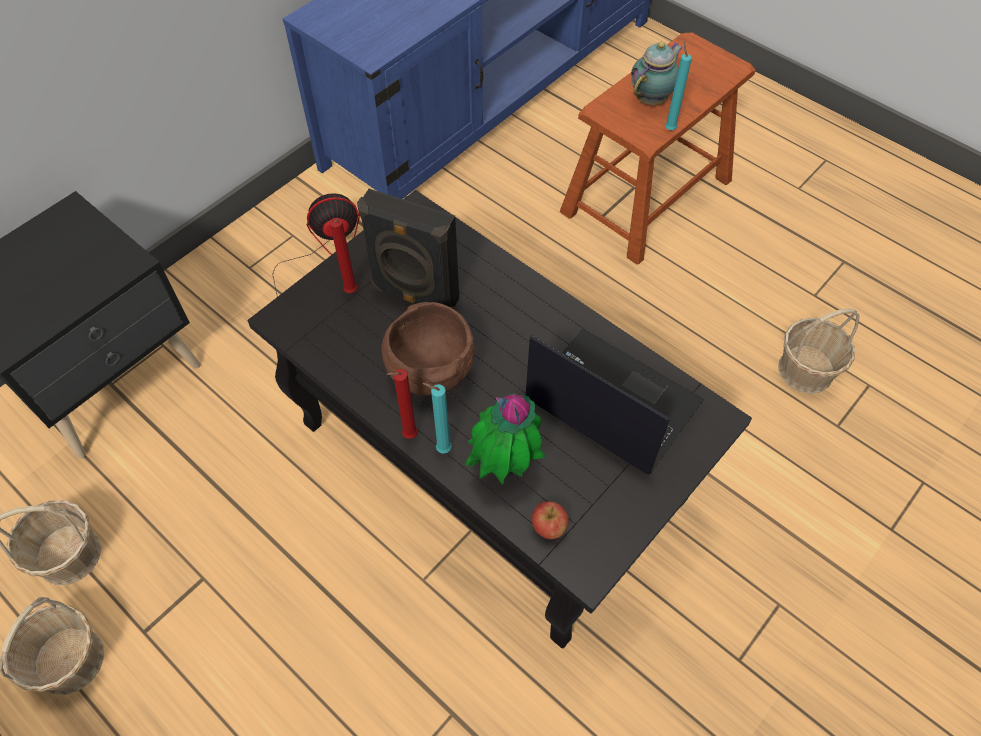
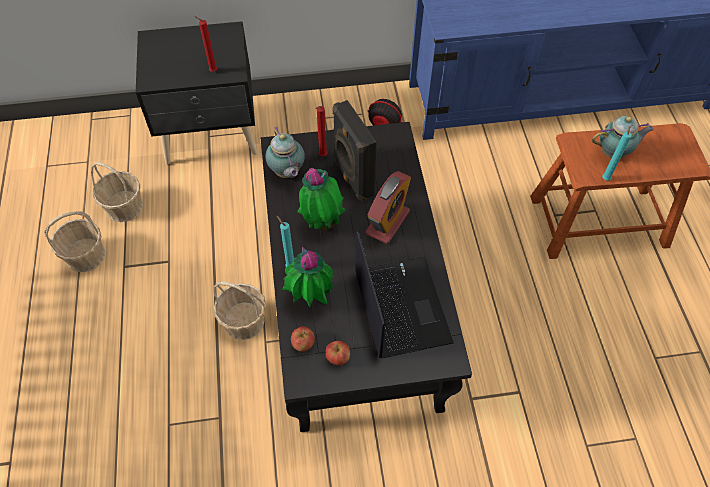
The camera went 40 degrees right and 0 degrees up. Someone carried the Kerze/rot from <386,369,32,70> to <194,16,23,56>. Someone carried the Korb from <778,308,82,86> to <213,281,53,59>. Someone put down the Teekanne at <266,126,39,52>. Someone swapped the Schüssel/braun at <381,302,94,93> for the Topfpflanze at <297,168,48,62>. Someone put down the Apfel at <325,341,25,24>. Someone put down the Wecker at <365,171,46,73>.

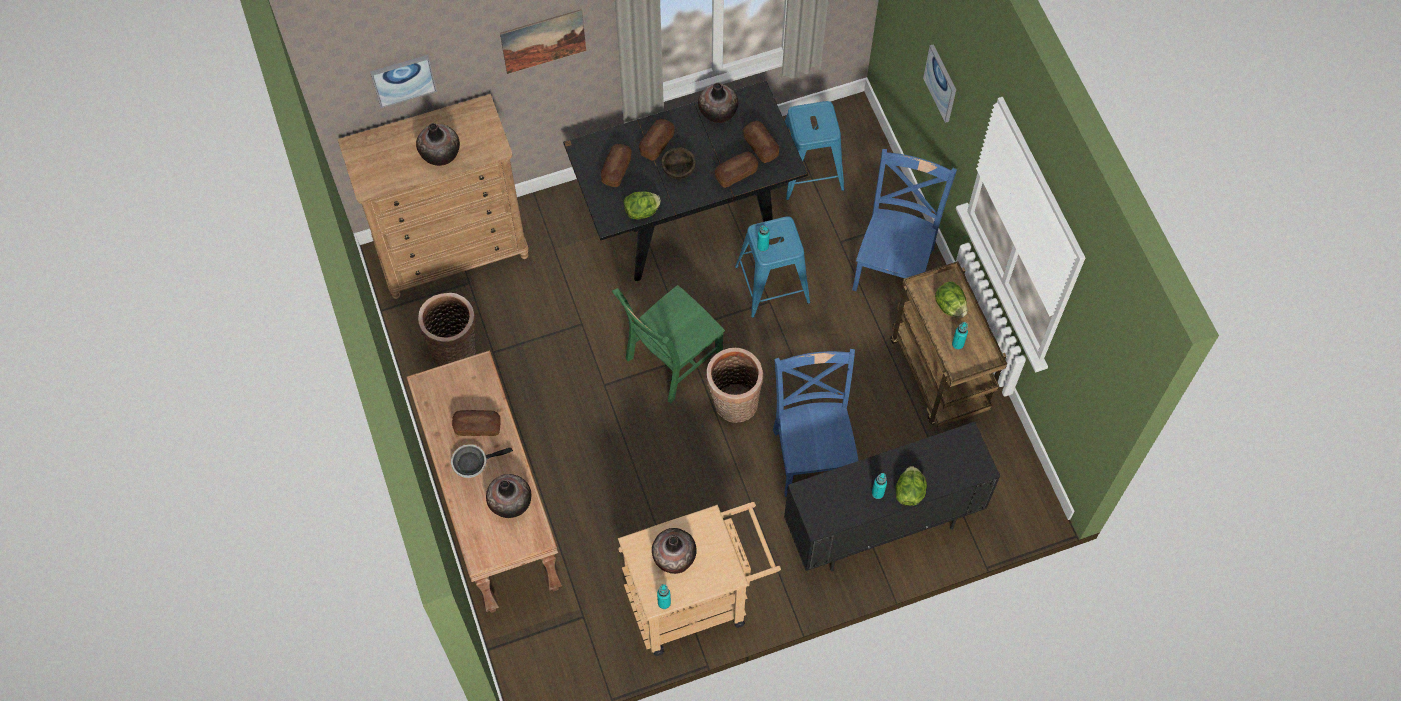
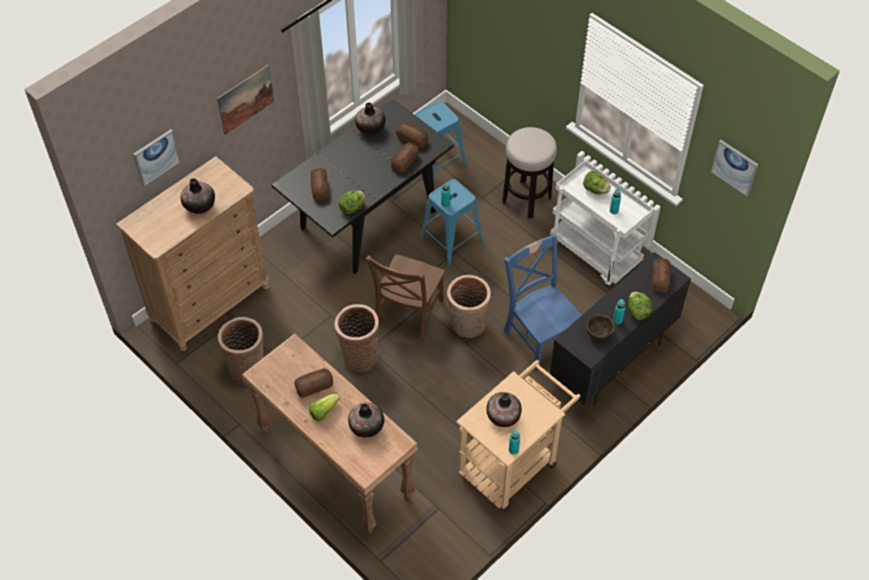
The camera went 25 degrees left and 10 degrees down. Someone swapped the Pfanne at <451,444,62,34> for the Salatkopf at <309,394,31,27>. Someone put down the Korb at <334,304,45,68>. Someone repainted the Stuhl/grün at <612,285,113,118>, which became the Stuhl/braun at <366,254,79,88>. Someone swapped the Stuhl/blau at <852,149,105,142> for the Hocker at <502,127,55,91>. Someone repainted the Rollwagen/braun at <890,261,117,167>, which became the Rollwagen/weiß at <550,160,104,126>. Someone carried the Schüssel/braun from <662,147,34,32> to <586,314,29,26>. Someone carried the Brot from <639,119,36,42> to <652,258,19,34>. Someone carried the Bild from <923,44,33,79> to <711,140,47,56>.

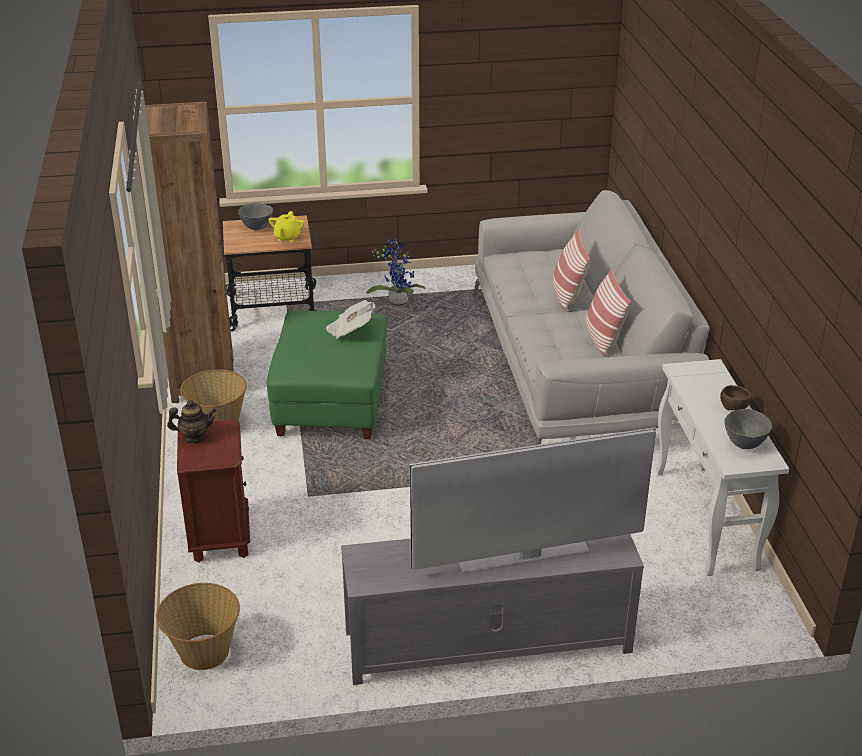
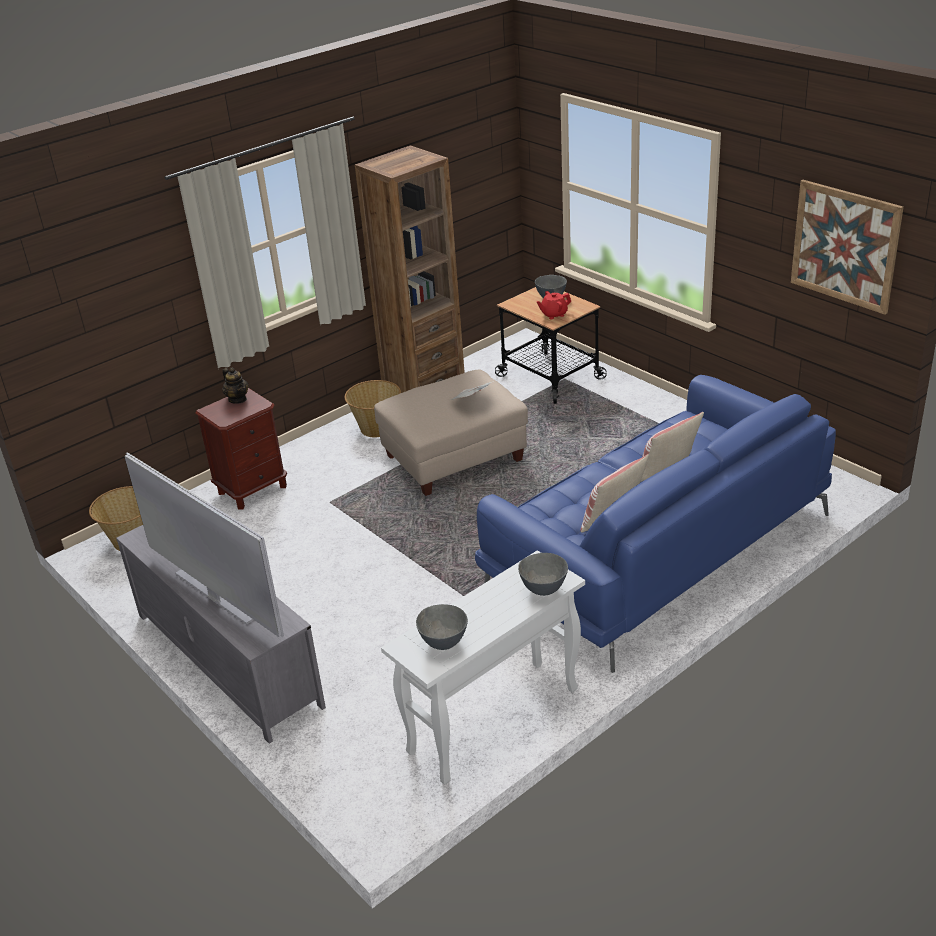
The camera went 60 degrees right and 0 degrees up. Someone repainted the Polsterhocker/grün at <267,310,120,129>, which became the Polsterhocker/beige at <374,369,154,127>. Someone repainted the Sofa/grau at <473,190,236,255>, which became the Sofa/blau at <475,375,361,298>. Someone put down the Schüssel/grau at <518,553,50,43>. Someone repainted the Teekanne/gelb at <269,211,36,31>, which became the Teekanne/rot at <537,291,34,28>. Someone put up the Bild at <791,180,113,135>. Someone took away the Topfpflanze at <366,237,59,70>. Someone took away the Schüssel/braun at <720,385,32,25>.

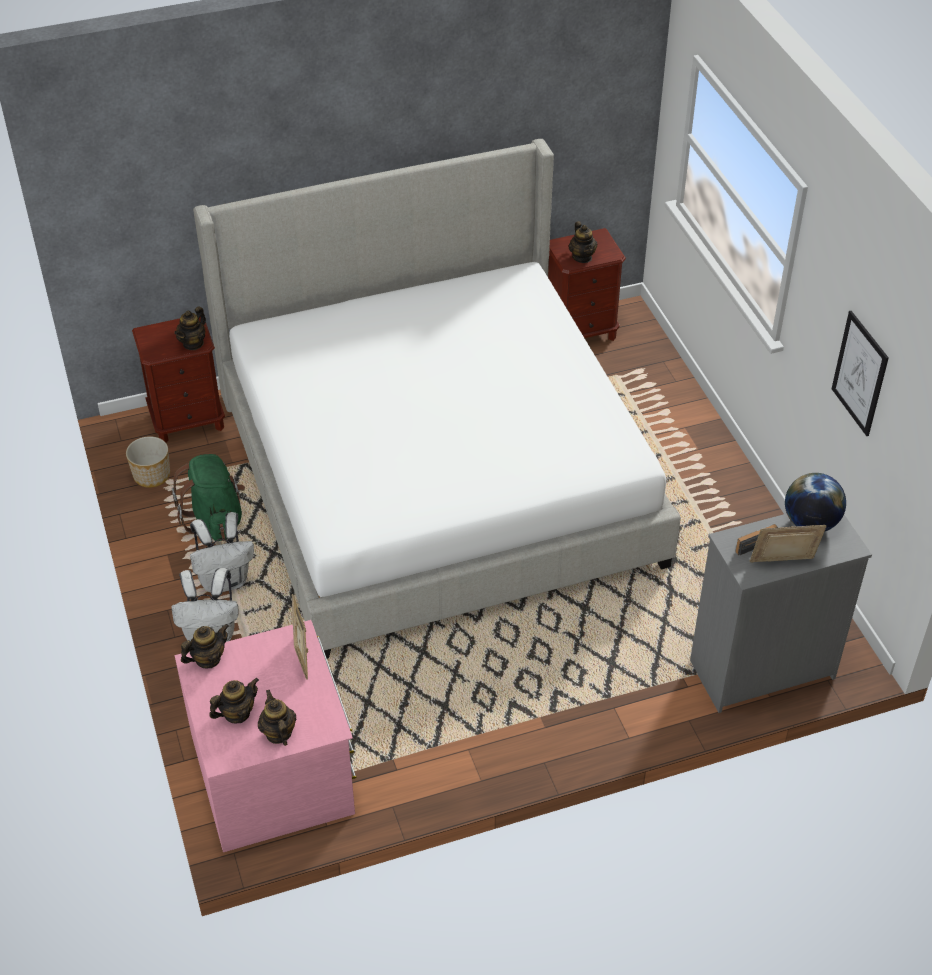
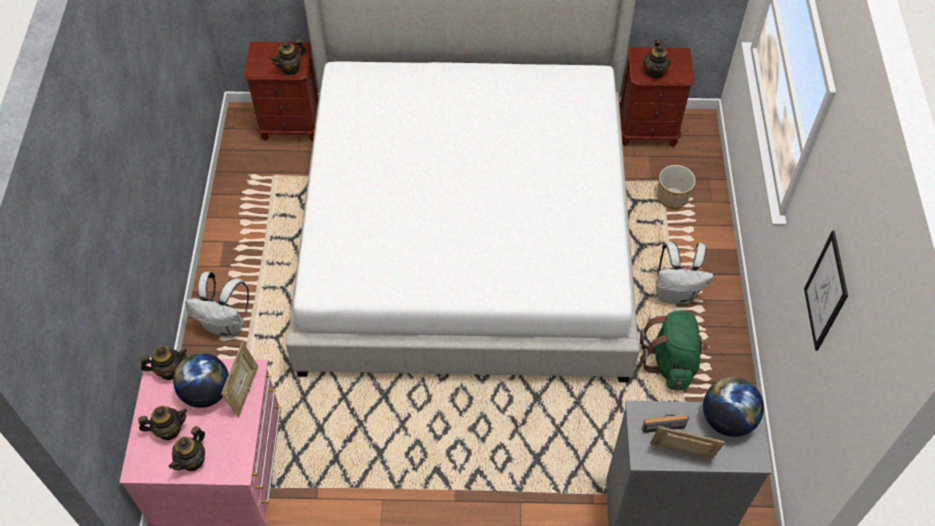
The camera went 20 degrees right and 10 degrees up. Someone rotated the Teekanne at <258,690,38,56> by 150 degrees counterclockwise. Someone put down the Globus at <173,353,56,55>. Someone carried the Rucksack/grün from <172,454,73,87> to <640,310,69,80>. Someone carried the Rucksack/weiß from <190,512,64,80> to <655,242,59,62>. Someone carried the Pflanzkübel from <126,436,44,52> to <657,165,39,44>.

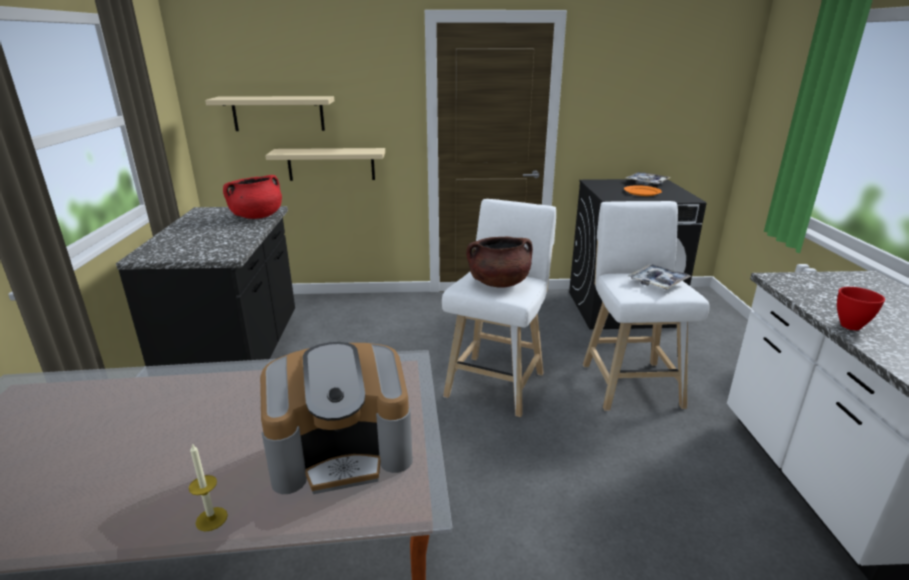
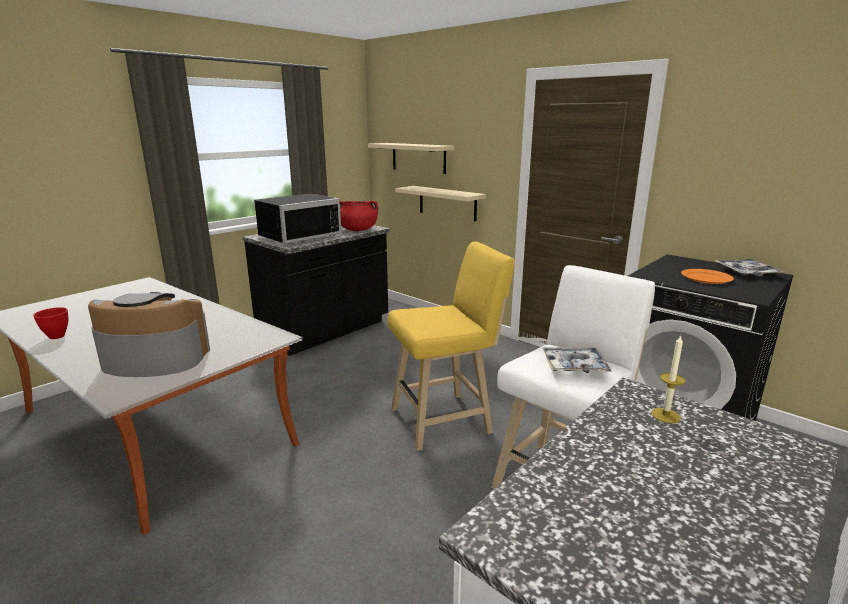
The camera went 45 degrees right and 5 degrees down. Someone carried the Schüssel/rot from <837,287,48,43> to <33,307,35,32>. Someone rotated the Kaffeemaschine at <260,342,152,152> by 150 degrees clockwise. Someone put down the Mikrowelle/schwarz at <254,193,87,51>. Someone repainted the Hocker/weiß at <442,199,114,218>, which became the Hocker/gelb at <388,242,127,209>. Someone carried the Kerze from <189,443,39,89> to <651,335,35,88>. Someone took away the Kochtopf/braun at <466,237,67,51>.

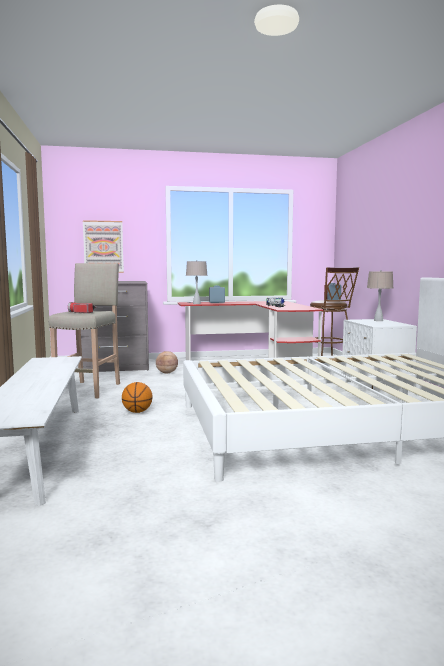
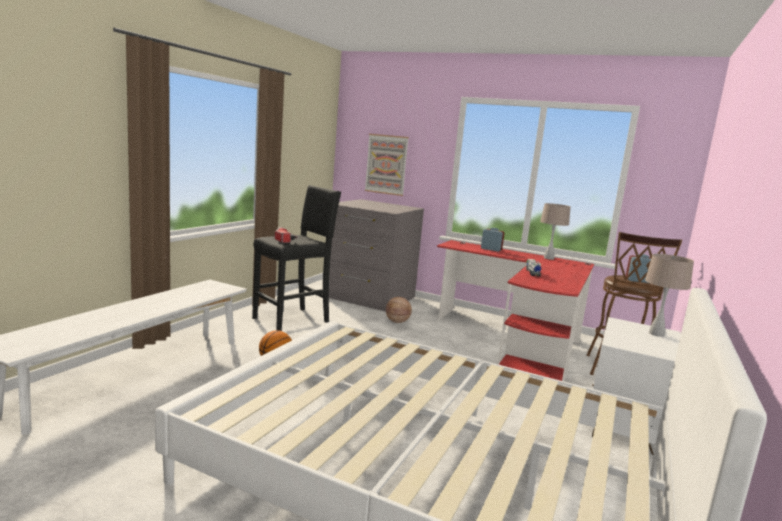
The camera went 35 degrees right and 5 degrees up. Someone repainted the Hocker/beige at <48,263,72,135>, which became the Hocker/schwarz at <252,185,89,146>. Someone carried the Tischlampe/beige from <186,260,22,44> to <540,203,30,57>.

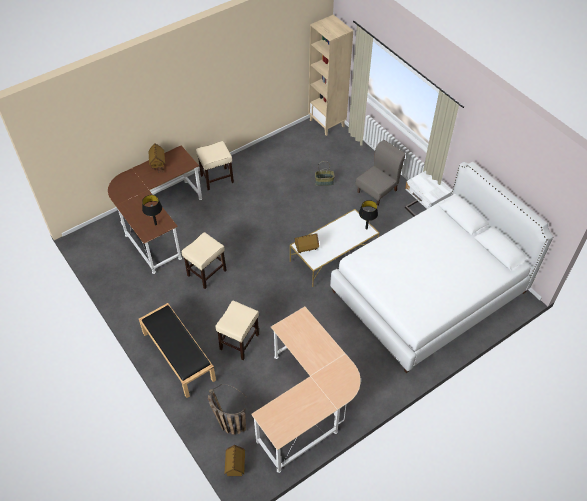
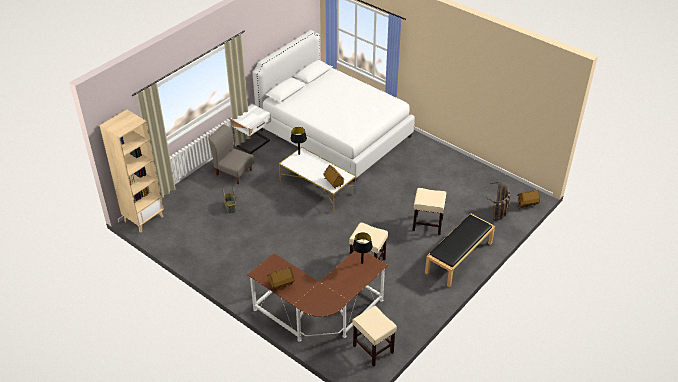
The camera went 105 degrees left and 10 degrees down. Someone carried the Hocker/beige from <196,141,38,49> to <353,306,44,61>. Someone took away the Schreibtisch/beige at <251,307,110,166>.

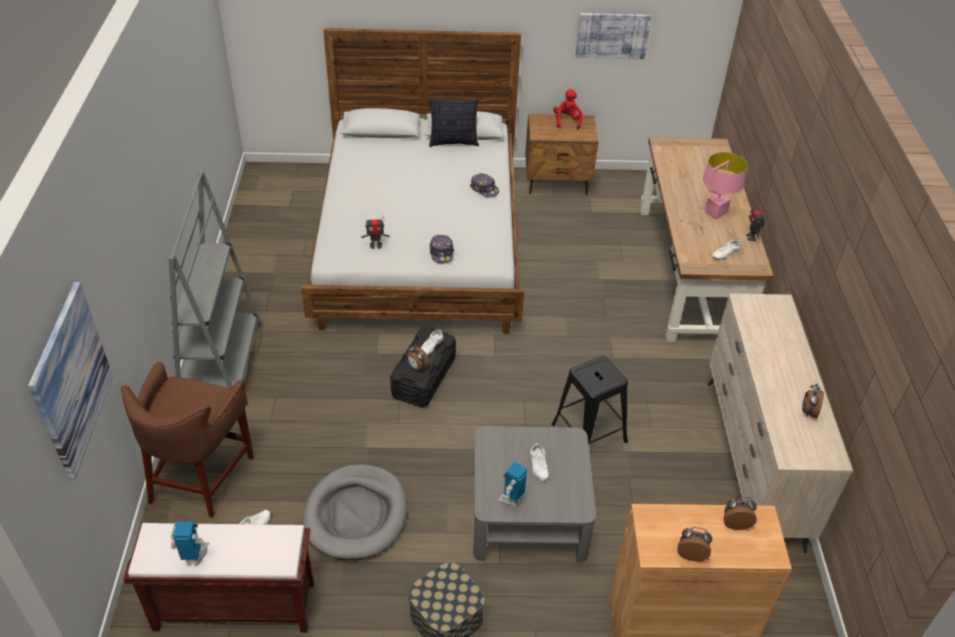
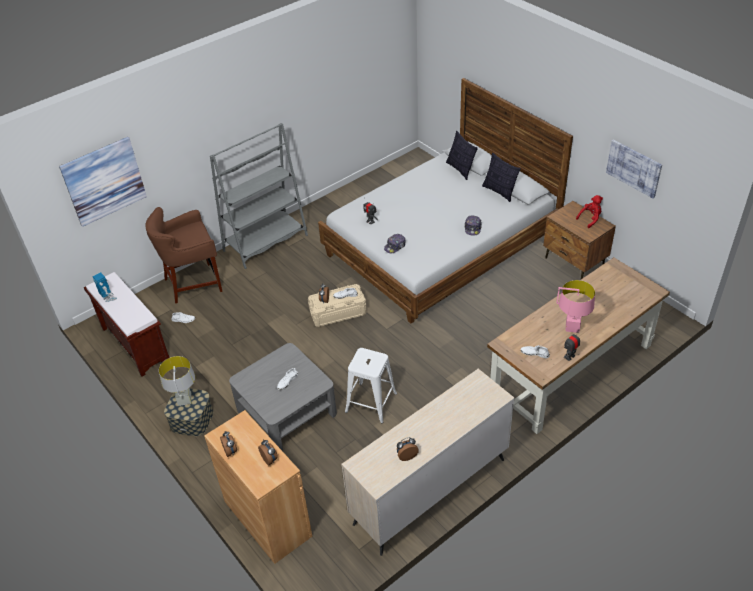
The camera went 55 degrees right and 0 degrees up. Someone put down the Tischlampe/grau at <159,356,36,50>. Someone repainted the Aufbewahrungsbox/schwarz at <390,327,66,81>, which became the Aufbewahrungsbox/beige at <308,284,59,43>. Someone repainted the Hocker/schwarz at <551,356,77,88>, which became the Hocker/weiß at <345,348,52,75>. Someone put down the Kissen at <446,131,32,49>. Someone took away the Hundebett/grau at <303,464,104,96>. Someone took away the Spielzeugroboter at <497,462,30,45>.

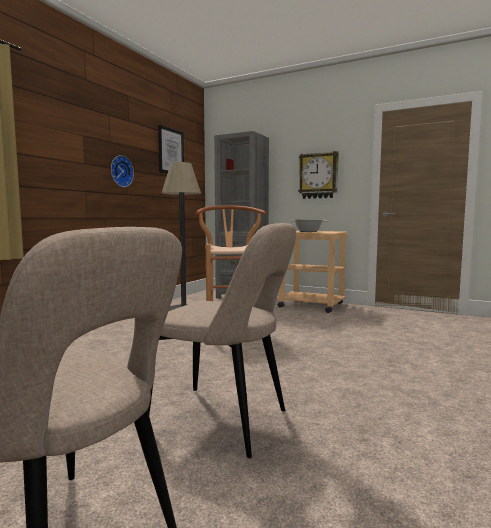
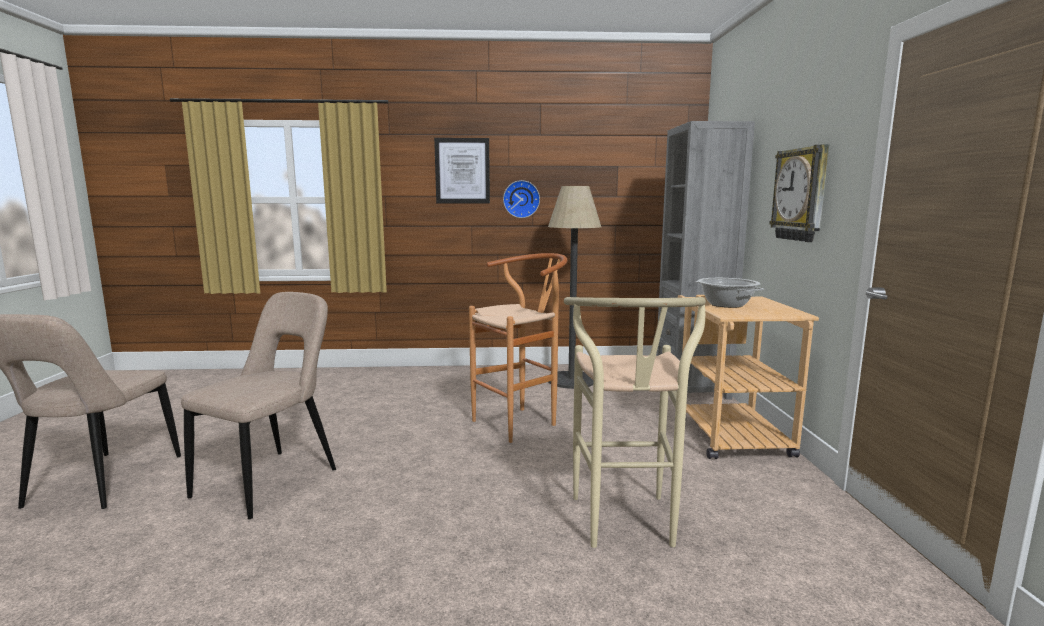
The camera went 60 degrees right and 5 degrees up. Someone rotated the Stuhl/beige at <148,223,148,235> by 150 degrees counterclockwise. Someone carried the Bild from <158,125,26,49> to <434,138,56,65>. Someone put down the Hocker/beige at <564,297,142,251>.

